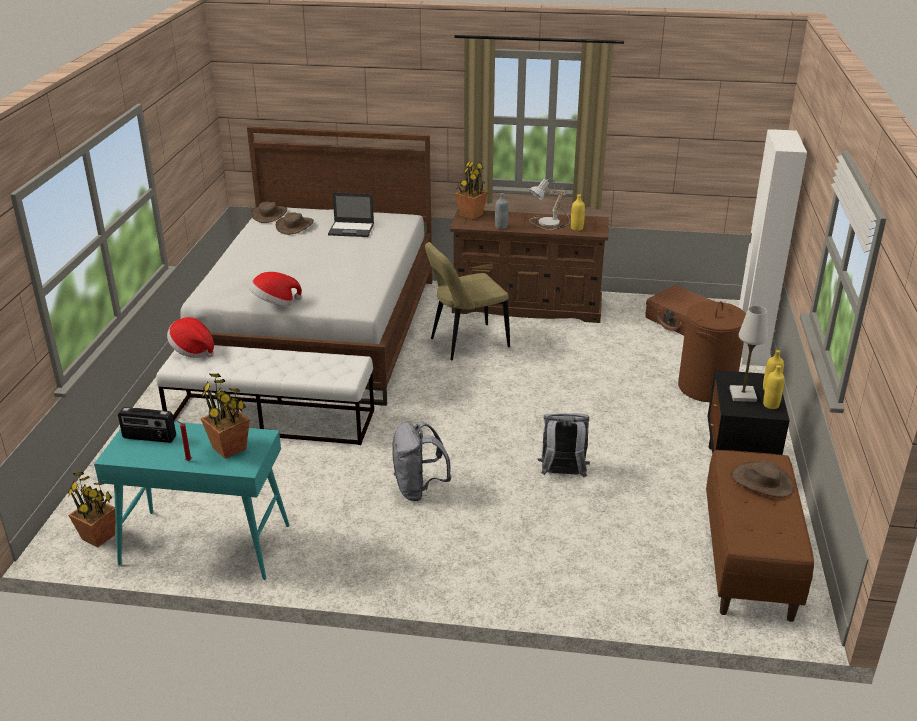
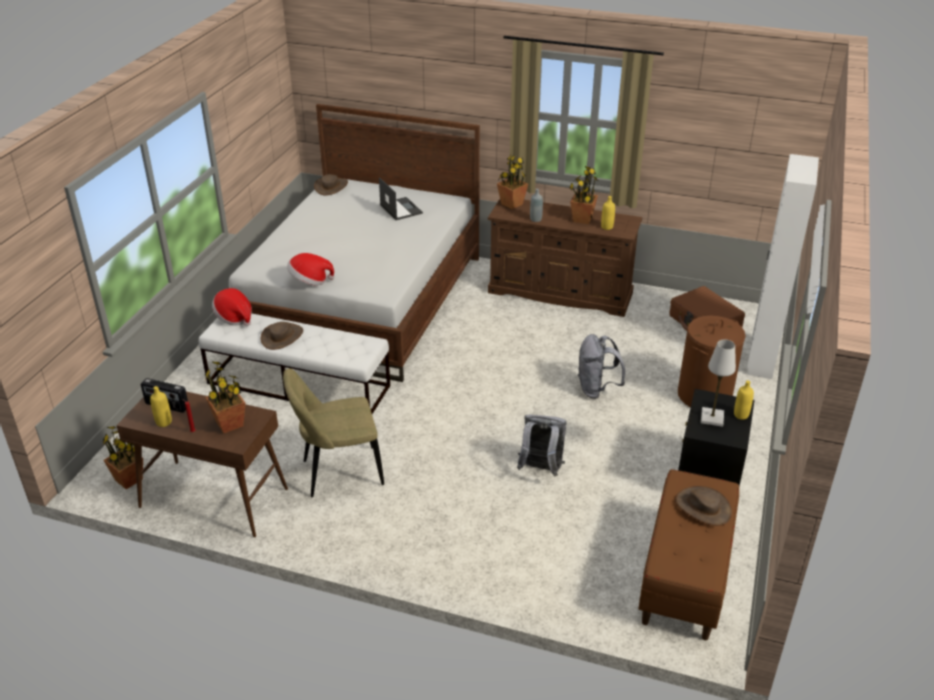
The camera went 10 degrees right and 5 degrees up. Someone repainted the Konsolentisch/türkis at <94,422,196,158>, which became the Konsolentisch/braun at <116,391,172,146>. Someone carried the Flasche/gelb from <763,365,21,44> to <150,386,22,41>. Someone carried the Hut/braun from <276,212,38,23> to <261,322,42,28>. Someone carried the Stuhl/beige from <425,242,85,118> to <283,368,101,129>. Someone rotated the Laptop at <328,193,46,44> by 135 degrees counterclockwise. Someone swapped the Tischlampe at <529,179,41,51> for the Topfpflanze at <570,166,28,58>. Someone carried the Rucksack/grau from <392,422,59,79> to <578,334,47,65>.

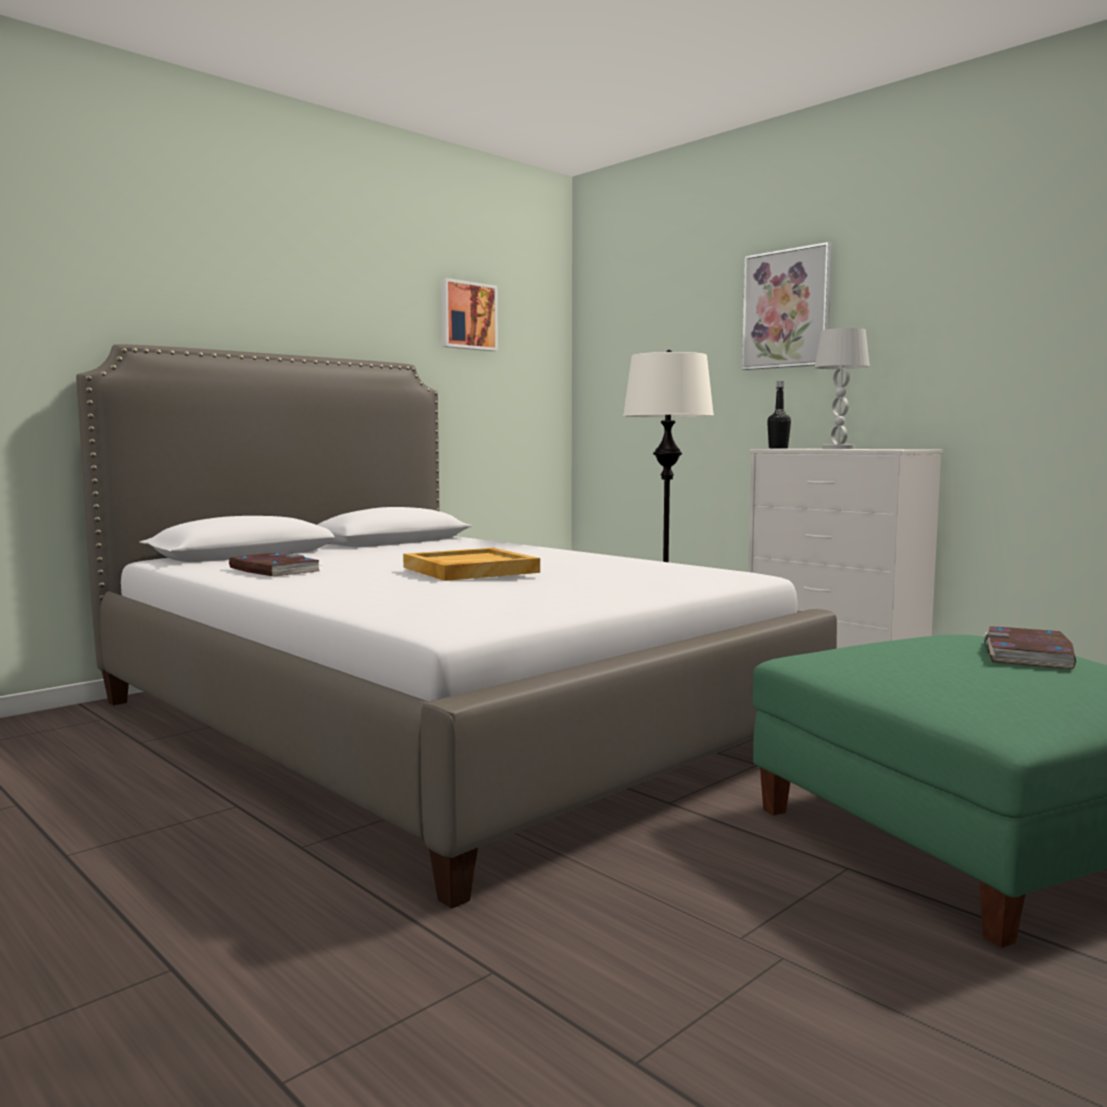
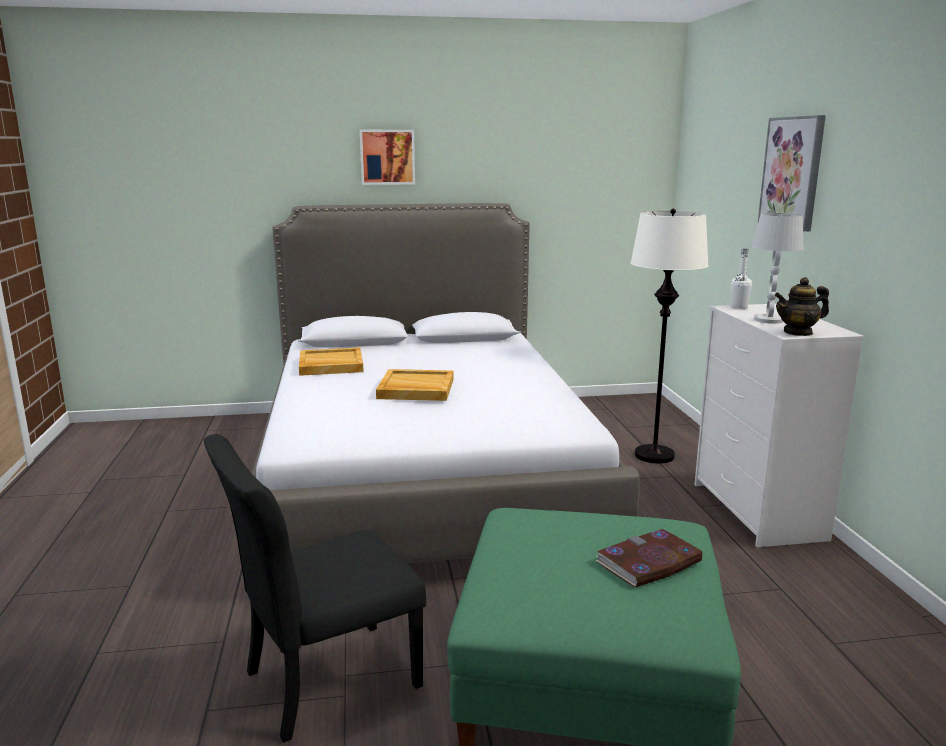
The camera went 35 degrees right and 10 degrees up. Someone put down the Stuhl/schwarz at <204,434,222,309>. Someone swapped the Buch at <229,553,94,24> for the Tablett/beige at <299,347,65,29>. Someone carried the Bild from <441,278,57,73> to <360,130,55,55>. Someone repainted the Flasche/schwarz at <767,381,24,68>, which became the Flasche/weiß at <730,248,22,61>. Someone put down the Teekanne at <775,277,54,59>.

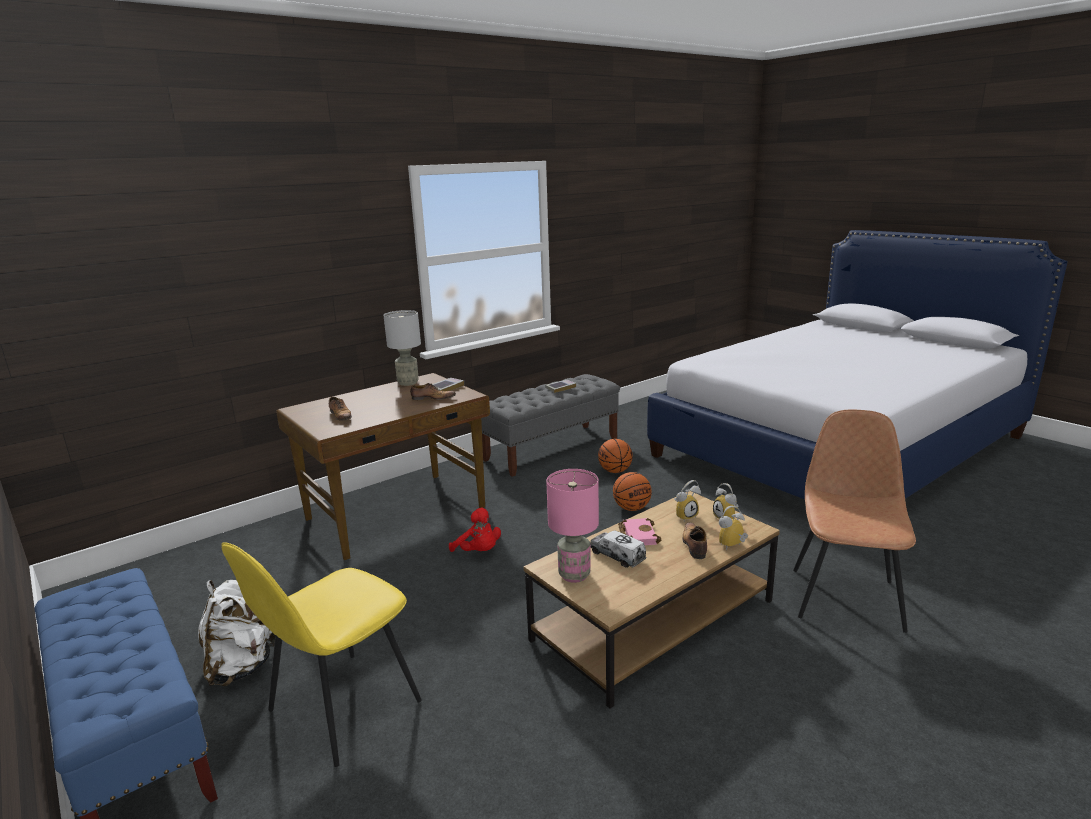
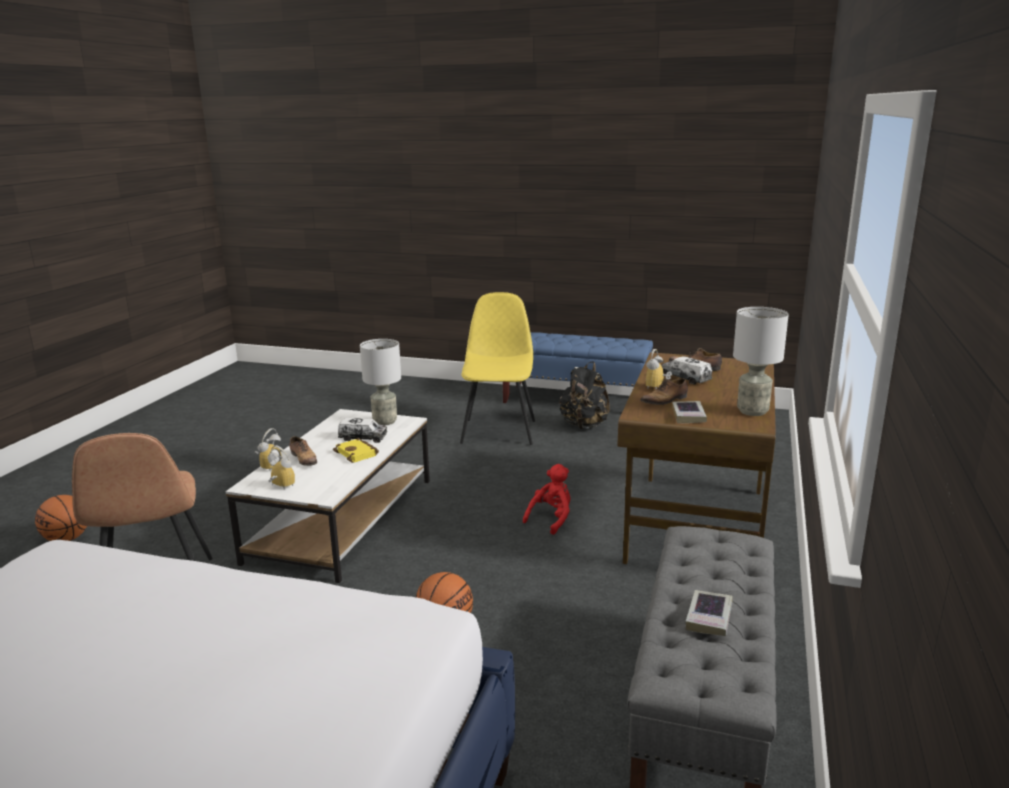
The camera went 145 degrees right and 0 degrees up. Someone carried the Basketball from <598,439,35,34> to <35,495,52,46>. Someone repainted the Couchtisch/braun at <524,491,256,218>, which became the Couchtisch/weiß at <226,409,204,174>. Someone repainted the Buch/rosa at <618,518,43,27>, which became the Buch/gelb at <333,438,46,25>. Someone repainted the Tischlampe/rosa at <546,469,53,114>, which became the Tischlampe/grau at <360,339,41,86>. Someone rotated the Plüschtier/rot at <449,508,52,44> by 120 degrees clockwise. Someone repainted the Rucksack/weiß at <198,580,77,106>, which became the Rucksack/schwarz at <559,361,51,68>. Someone carried the Wecker from <674,480,27,42> to <646,349,26,40>. Someone put down the Spielzeuglaster at <662,356,50,29>.

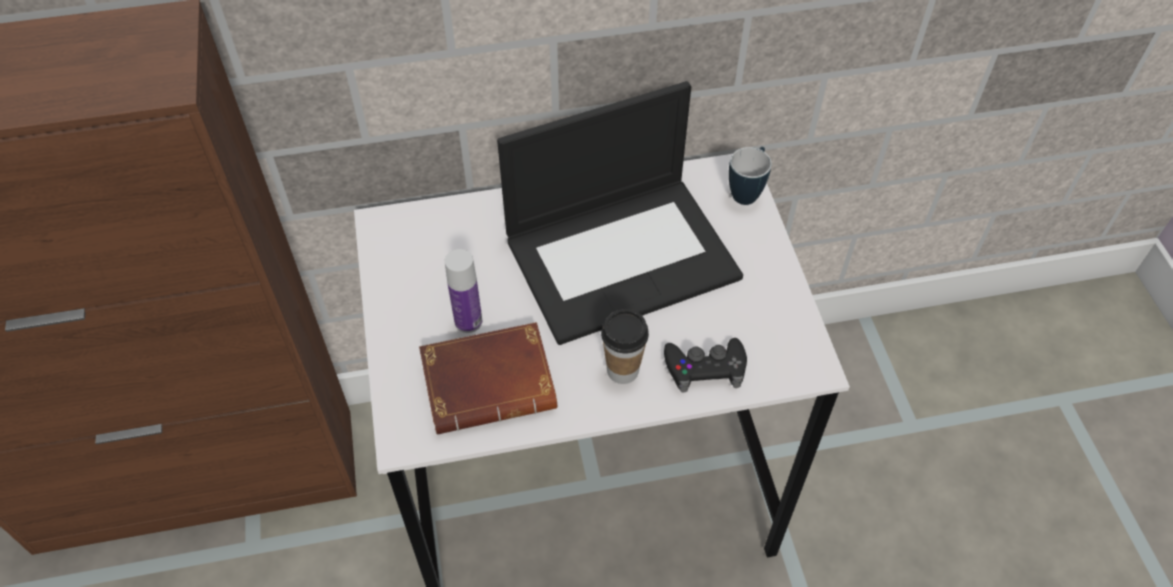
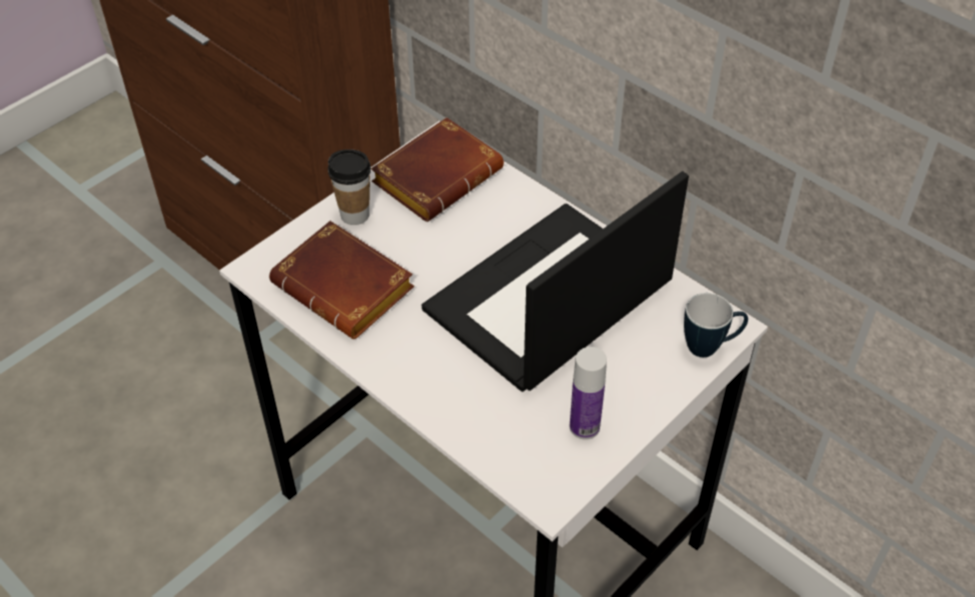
The camera went 55 degrees right and 5 degrees down. Someone carried the Tasse from <601,309,48,75> to <328,149,43,76>. Someone put down the Buch/braun at <371,117,133,105>. Someone rotated the Laptop at <497,81,246,264> by 105 degrees clockwise. Someone carried the Flasche from <445,249,37,84> to <570,347,37,93>. Someone took away the Gamepad/schwarz at <664,338,83,54>.

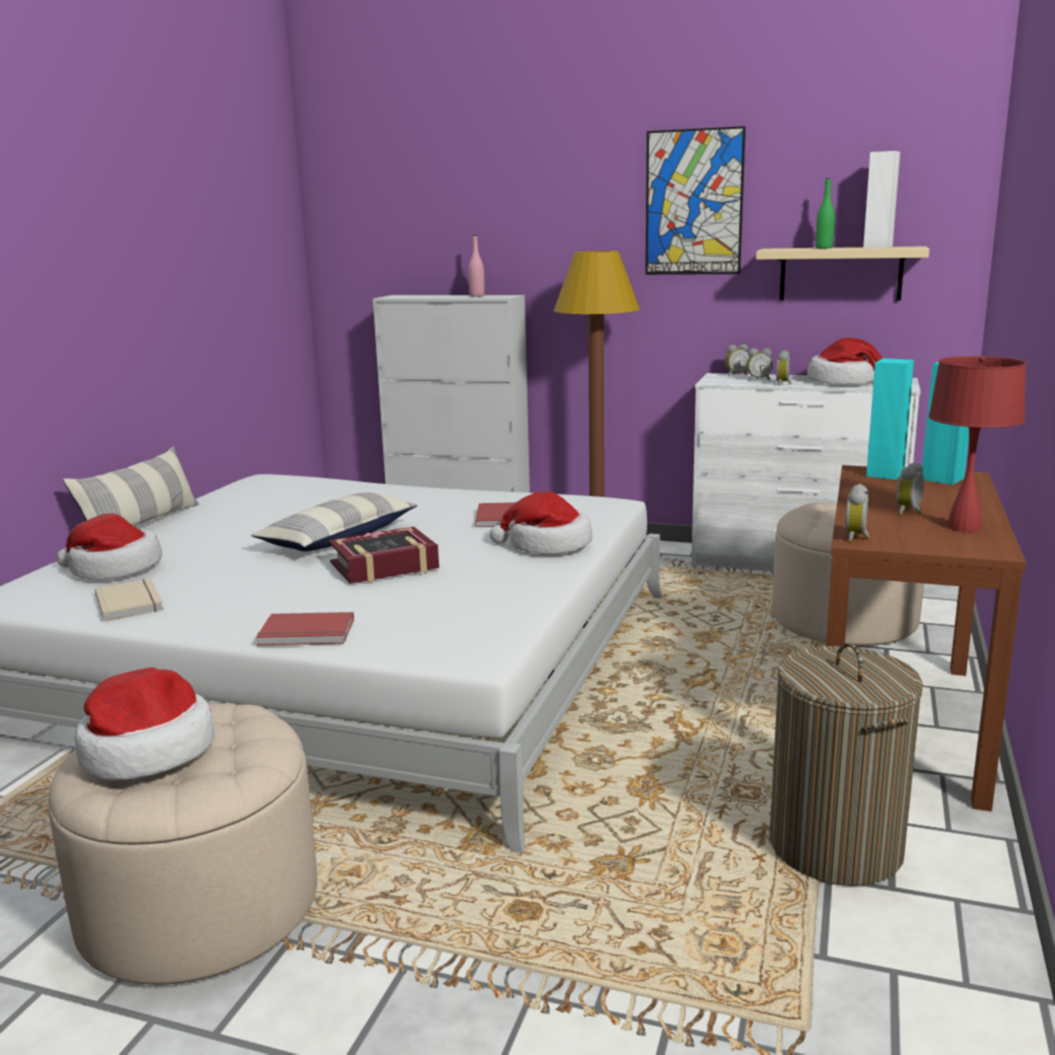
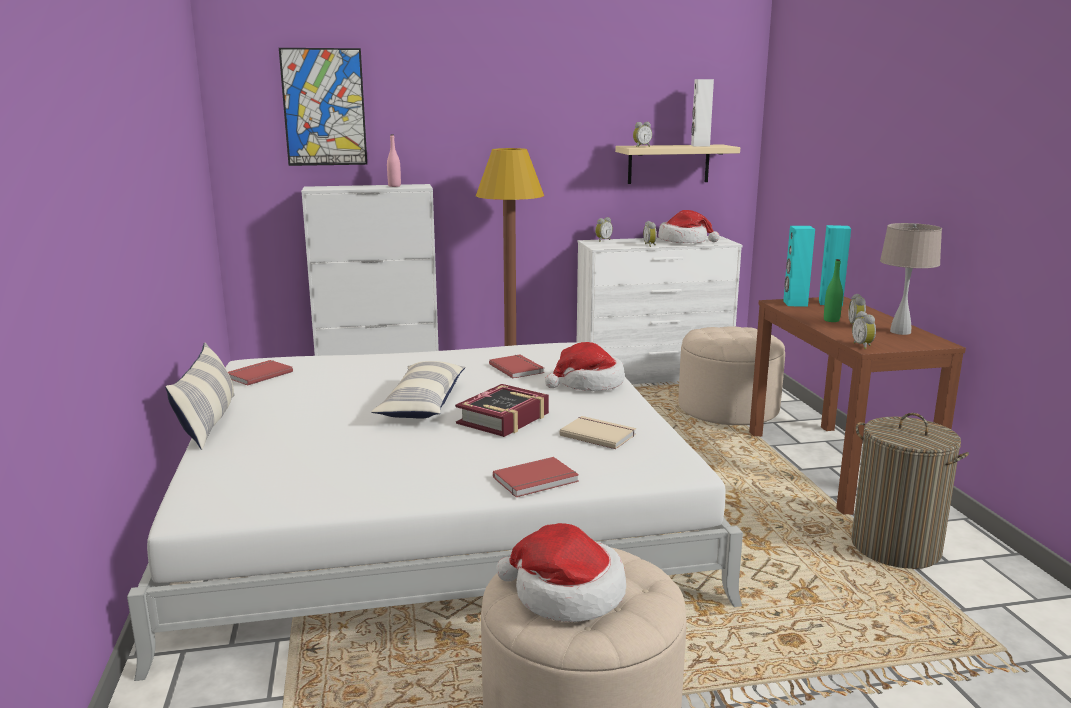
The camera went 30 degrees left and 0 degrees up. Someone put down the Buch/rot at <228,360,65,26>. Someone carried the Bild from <645,126,101,149> to <279,48,88,118>. Someone carried the Buch/beige from <95,579,69,42> to <560,416,76,33>. Someone carried the Wecker from <746,348,27,33> to <633,122,19,25>. Someone carried the Flasche/grün from <816,178,19,70> to <824,259,19,63>. Someone repainted the Tischlampe/rot at <929,356,97,176>, which became the Tischlampe/beige at <880,223,62,112>. Someone took away the Hut at <57,513,105,66>.

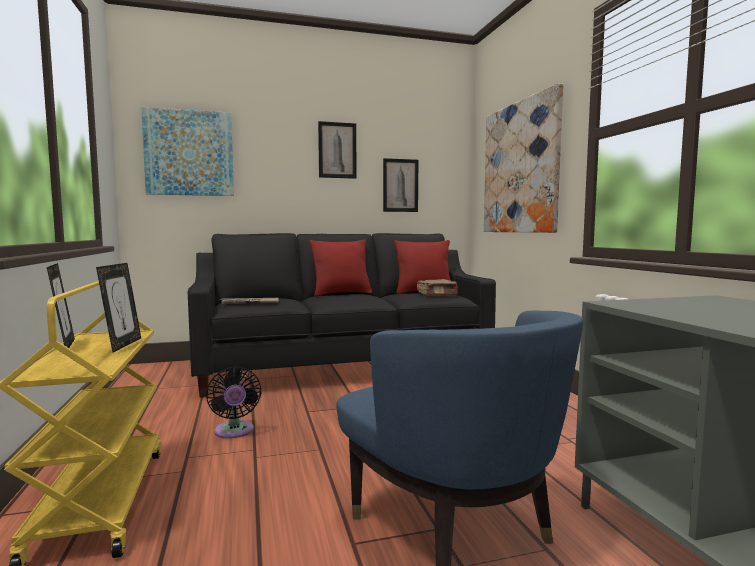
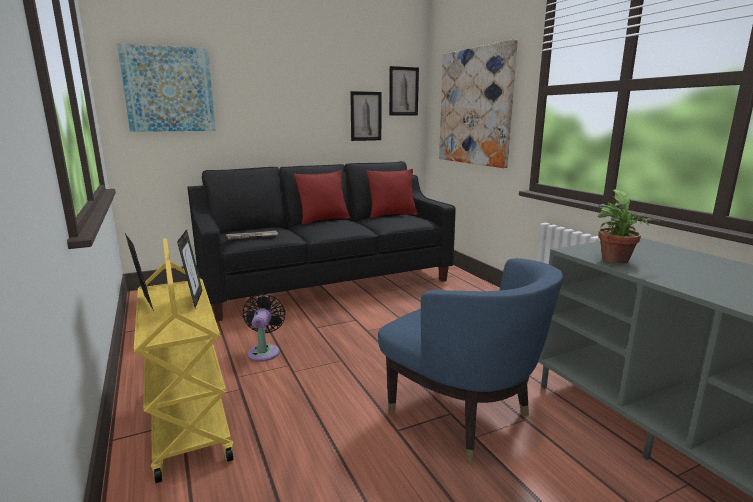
The camera went 10 degrees left and 10 degrees up. Someone rotated the Ventilator/schwarz at <206,366,56,73> by 150 degrees counterclockwise. Someone carried the Bild from <318,121,38,58> to <389,66,30,49>. Someone put down the Topfpflanze at <598,189,62,75>. Someone took away the Buch/braun at <417,279,41,16>.

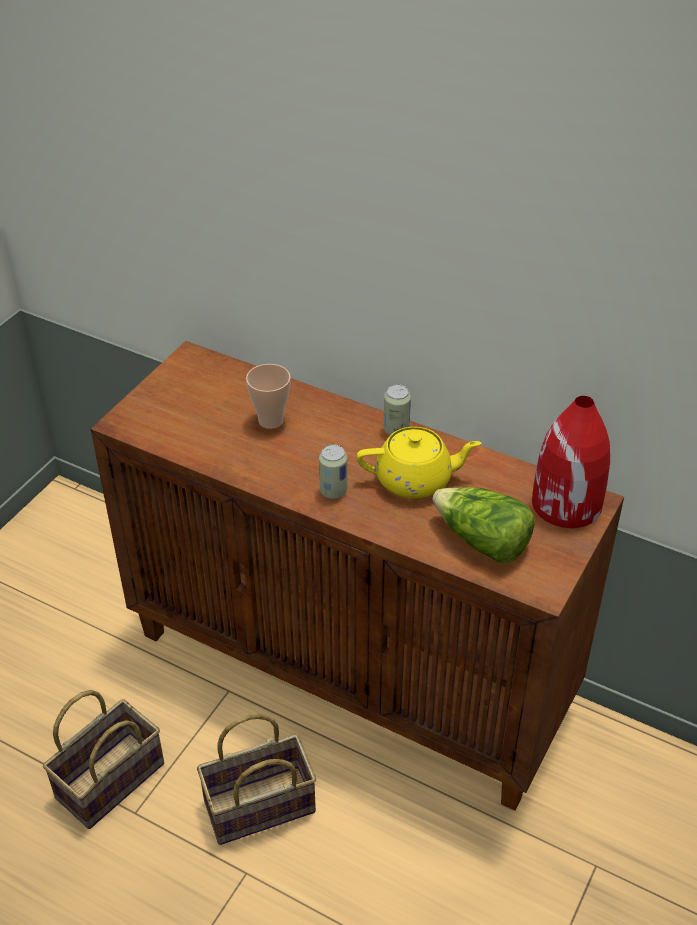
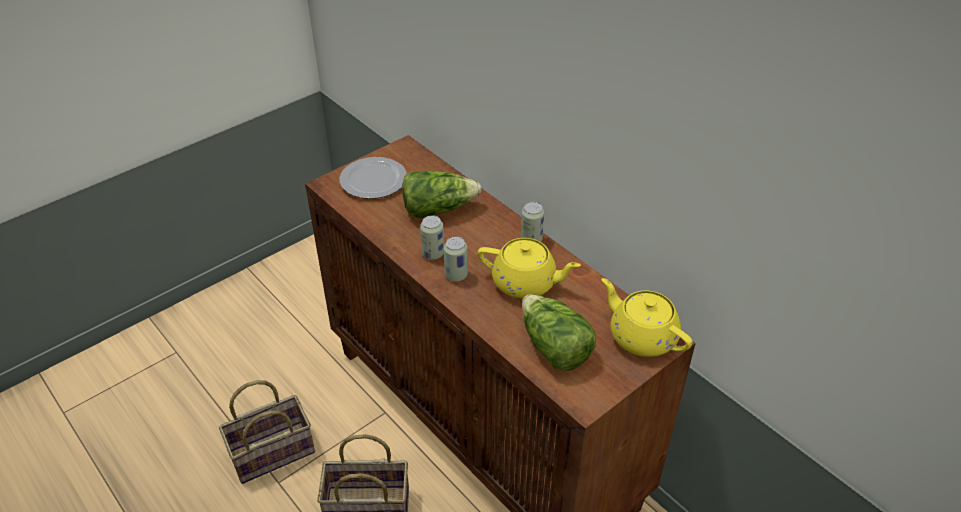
The camera went 20 degrees right and 0 degrees up. Someone put down the Teller at <340,157,67,42>. Someone swapped the Tasse at <246,364,45,65> for the Salatkopf at <402,170,80,48>. Someone put down the Dose at <420,215,24,45>. Someone swapped the Vase/rot at <532,396,78,132> for the Teekanne/gelb at <602,278,91,79>.

